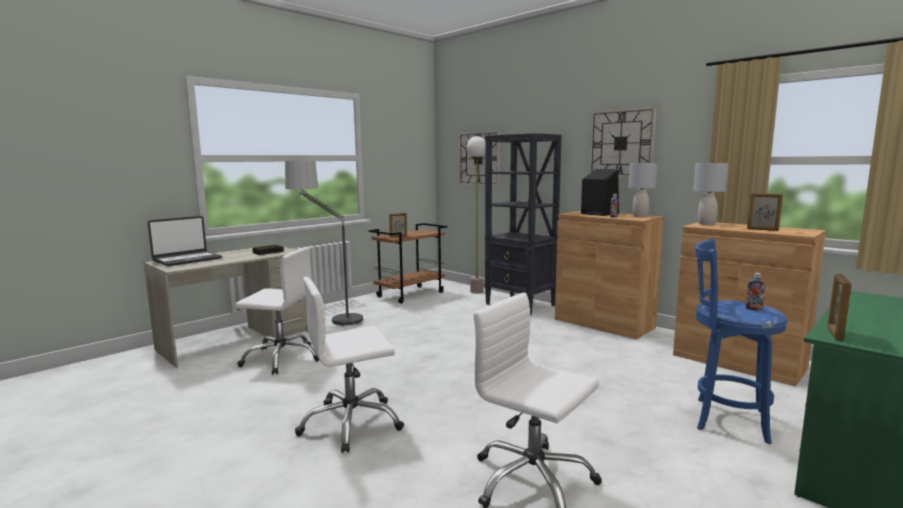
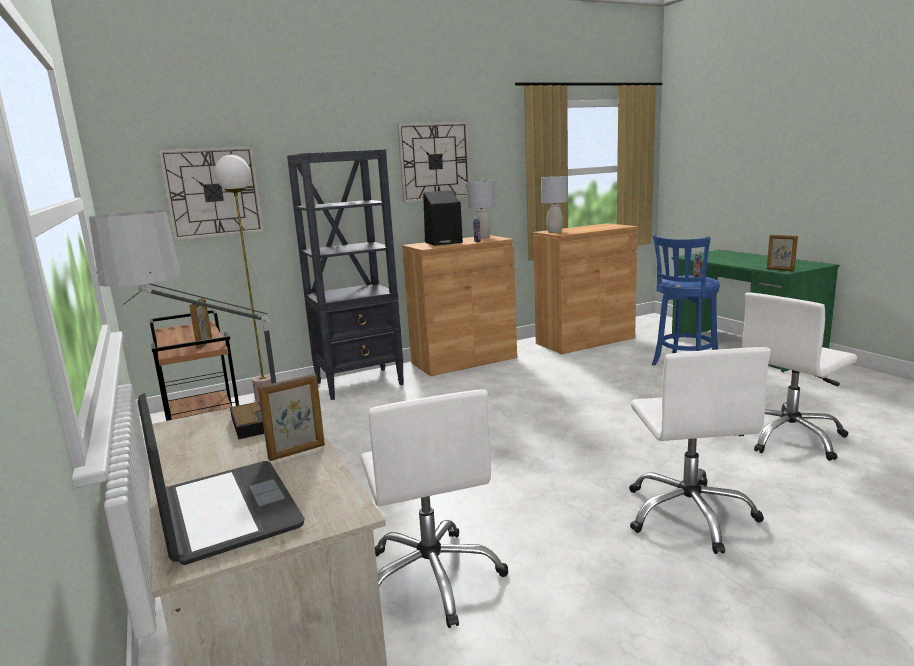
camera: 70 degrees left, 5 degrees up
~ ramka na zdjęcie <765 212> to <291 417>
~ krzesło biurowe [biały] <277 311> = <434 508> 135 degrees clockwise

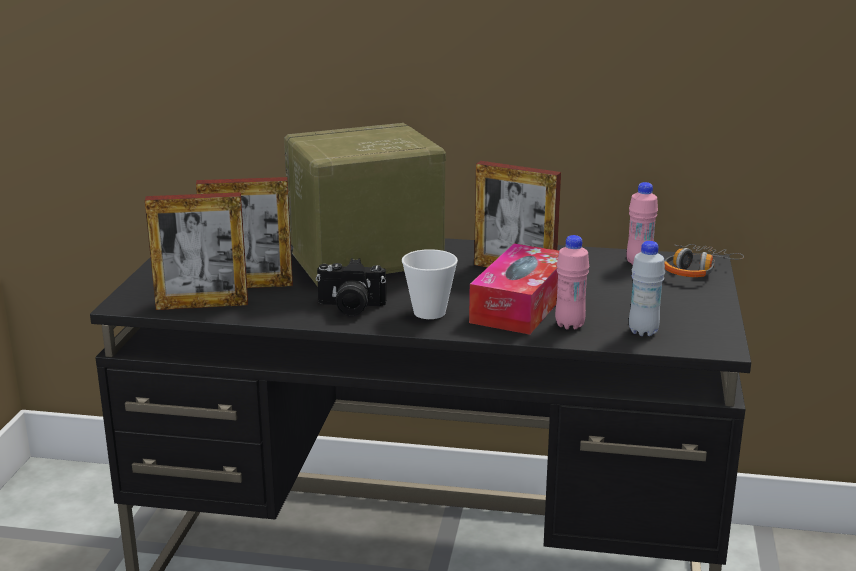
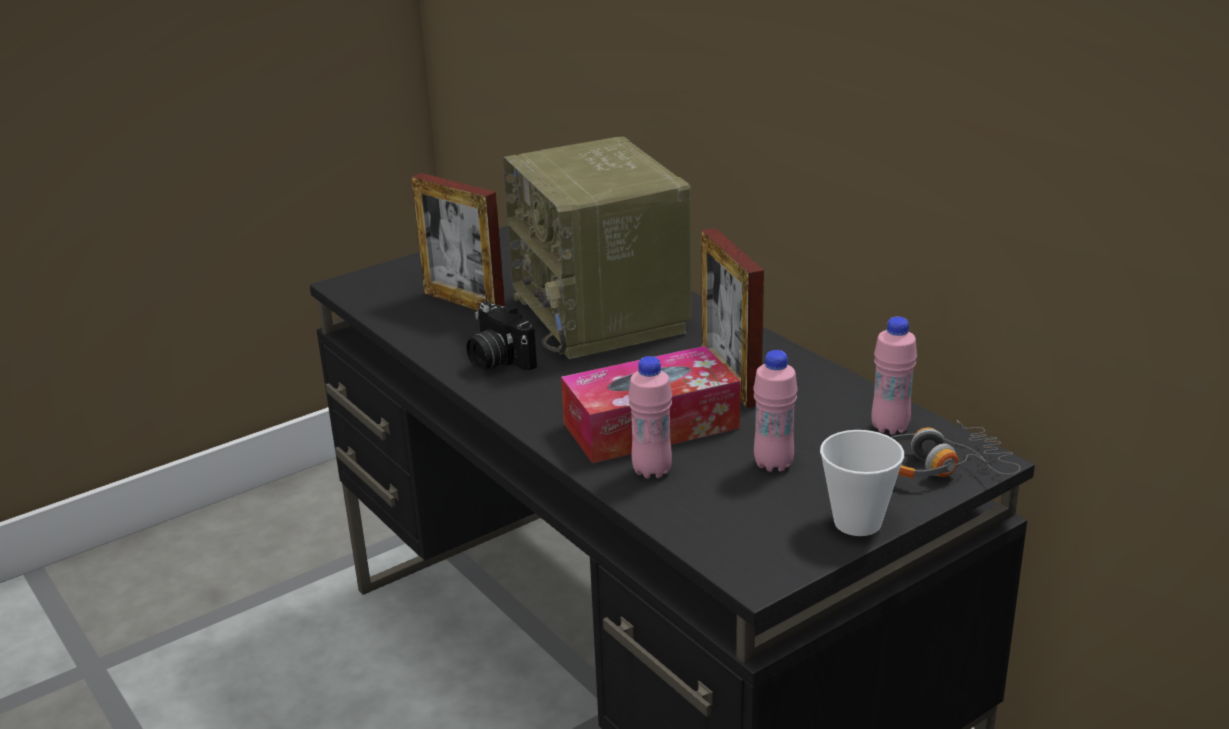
camera: 45 degrees right, 5 degrees up
~ radio <365 205> = <597 248> 135 degrees counterclockwise
- ramka na zdjęcie <196 251>
- butelka [biały] <647 288>
~ filiżanka <430 284> to <862 483>
+ butelka [różowy] <775 411>

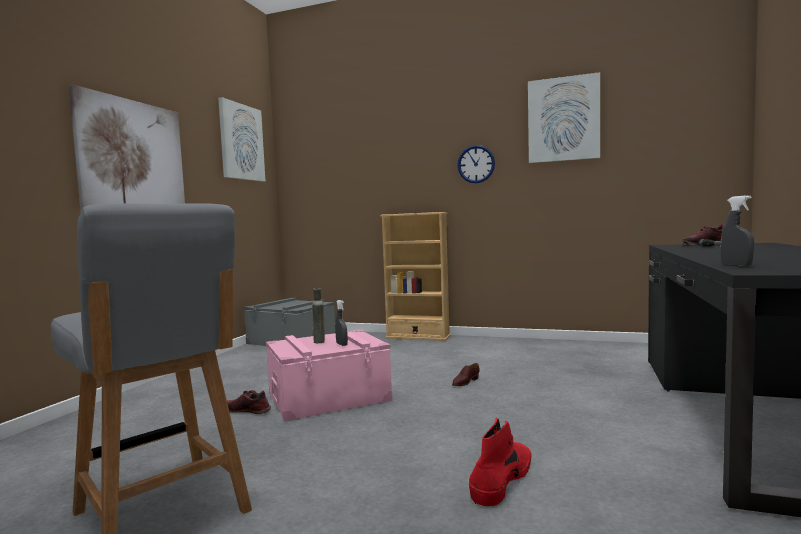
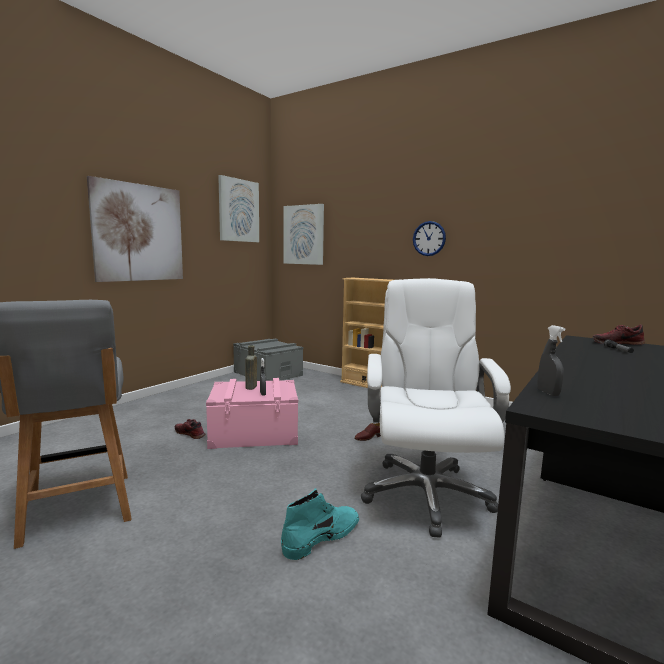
camera: 15 degrees right, 5 degrees up
~ obraz <564 117> to <303 234>
~ but z cholewką [czerwony] <500 461> to but z cholewką [turkusowy] <320 524>
+ krzesło biurowe [biały] <436 408>

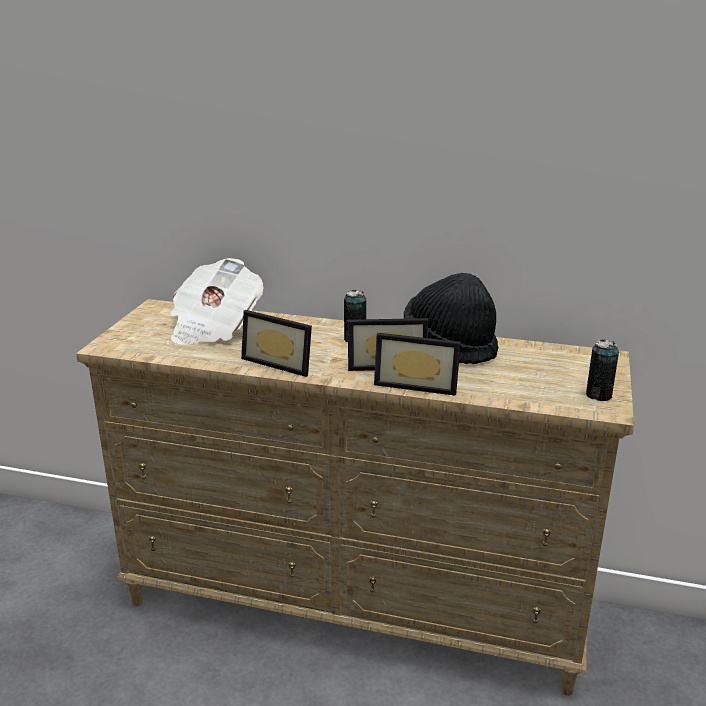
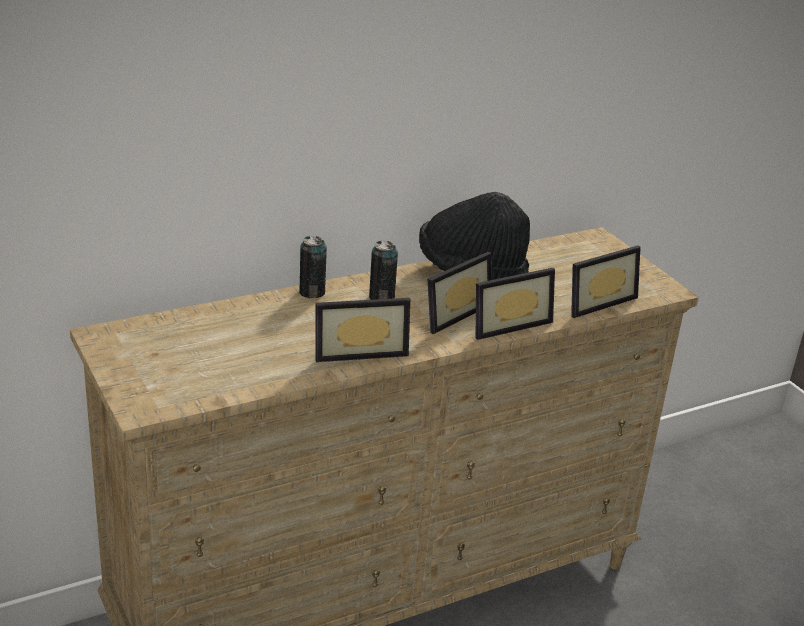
camera: 45 degrees left, 5 degrees up
- gazeta <217 301>
~ puszka <602 370> to <313 267>
+ ramka na zdjęcie <606 281>

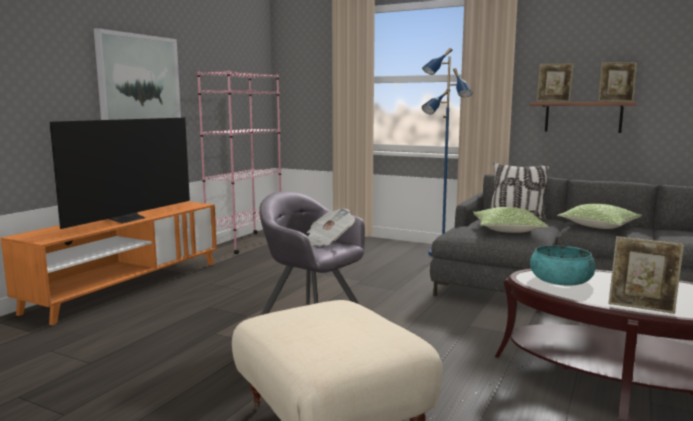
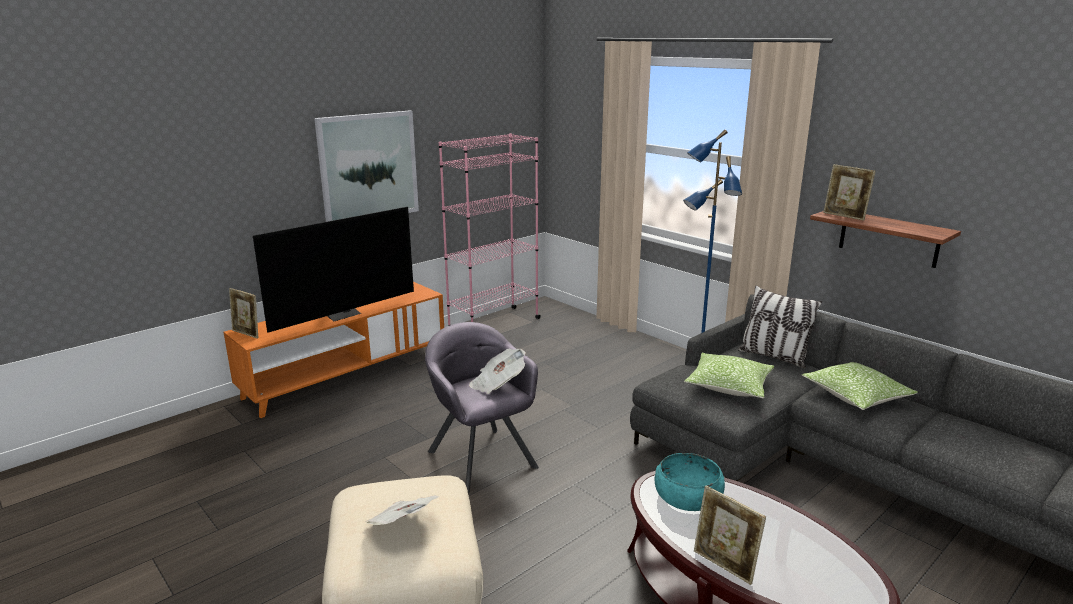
camera: 20 degrees right, 10 degrees up
~ ramka na zdjęcie <617 82> to <243 313>
+ gazeta <402 510>

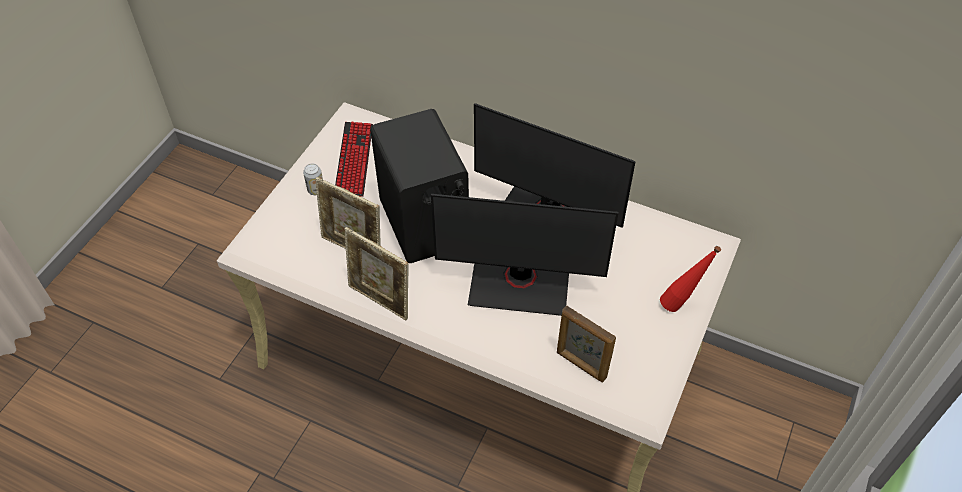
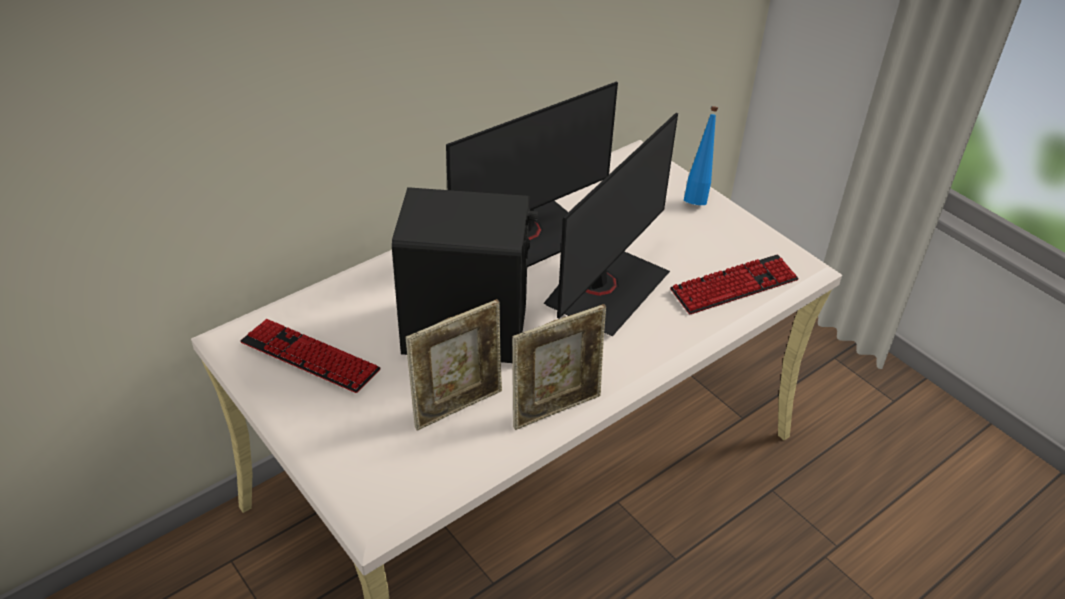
camera: 65 degrees left, 10 degrees down
- puszka <313 179>
~ butelka [czerwony] <690 279> to butelka [niebieski] <701 155>
~ ramka na zdjęcie <586 343> to klawiatura <734 284>

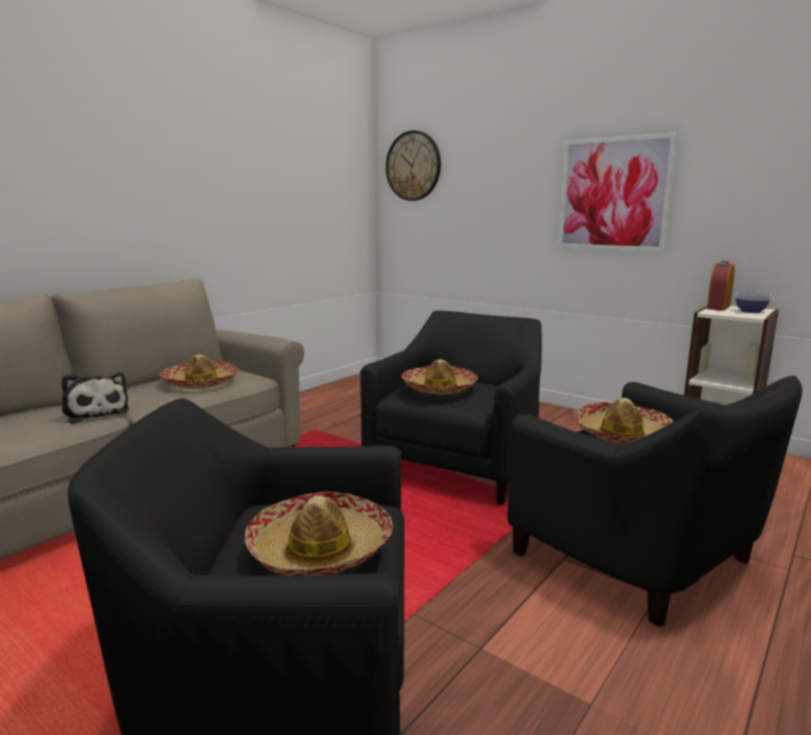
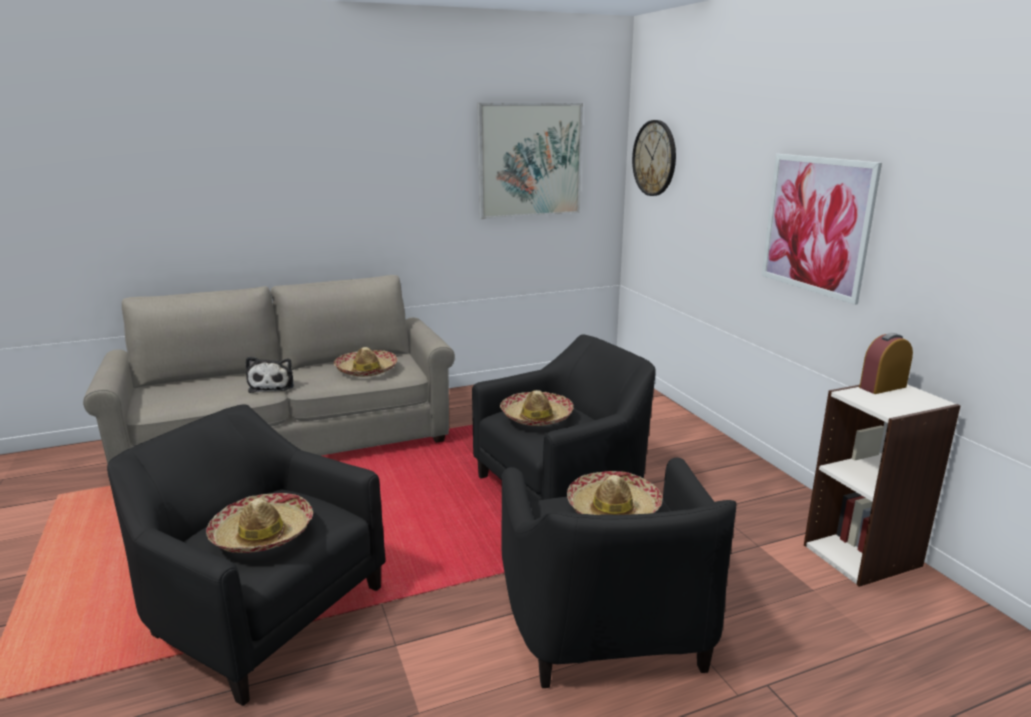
camera: 30 degrees right, 5 degrees up
- miska <753 302>
+ obraz <530 161>

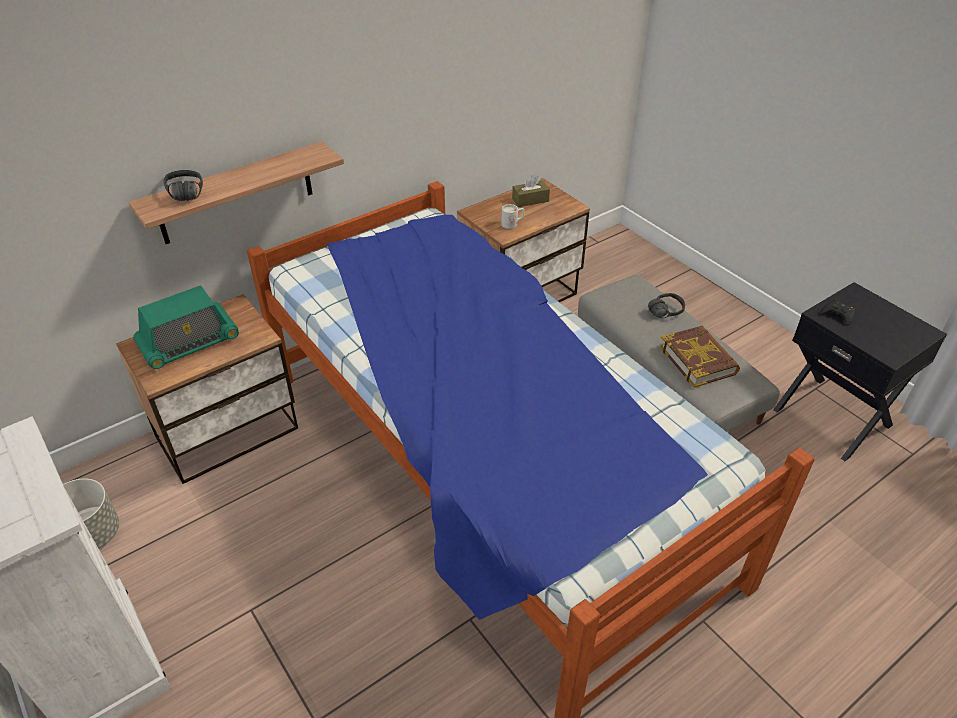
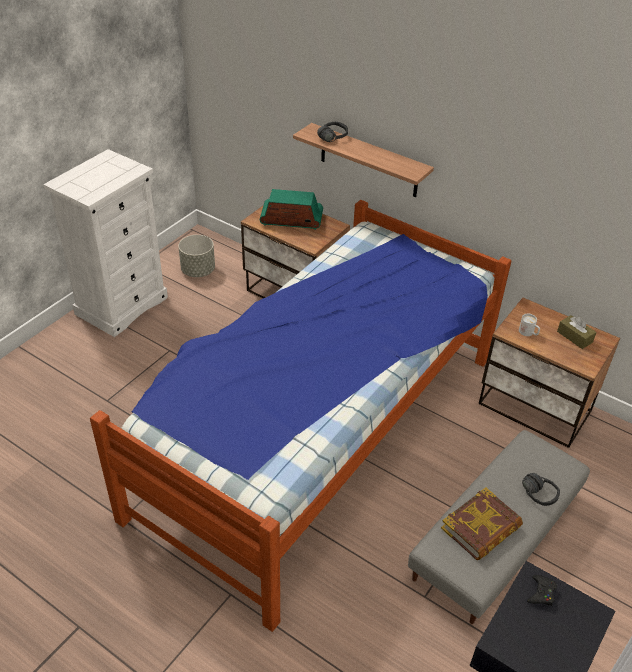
camera: 70 degrees right, 0 degrees up
~ radio <186 327> = <291 209> 150 degrees clockwise

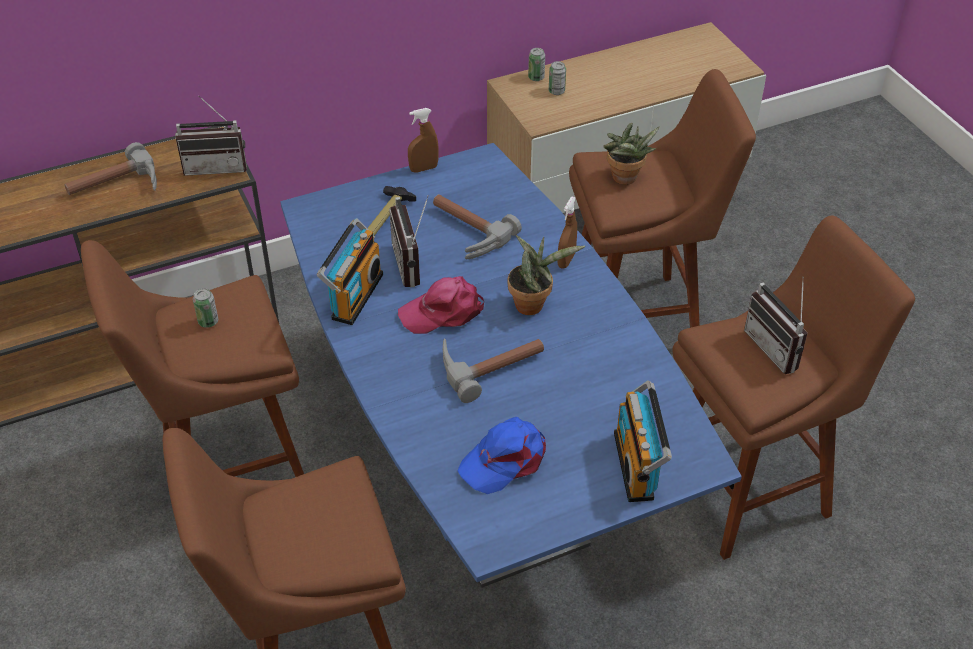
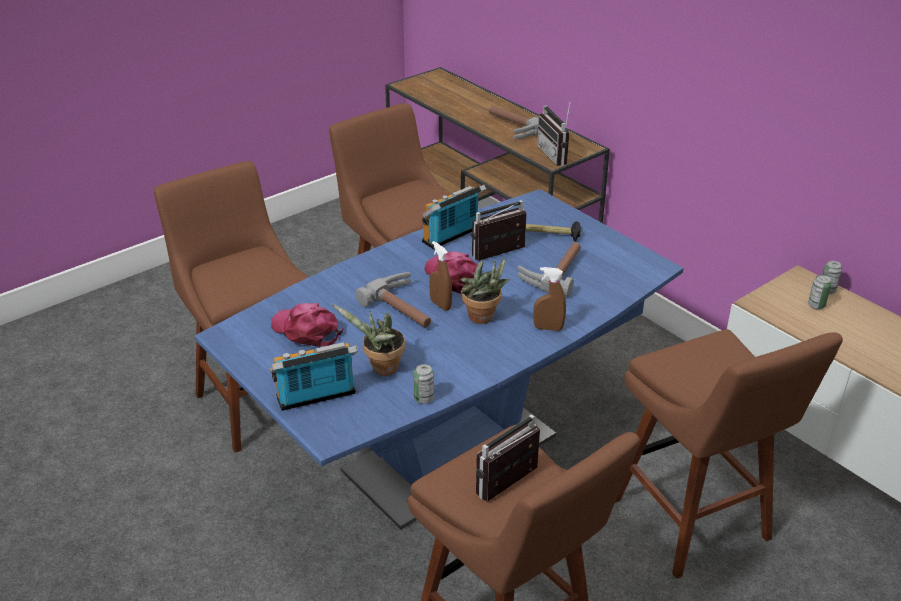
camera: 75 degrees right, 10 degrees down
~ spryskiwacz [brązowy] <423 140> to <440 276>
~ roślina doniczkowa <631 154> to <368 340>
~ radio <350 271> = <454 217> 135 degrees clockwise
~ puszka <205 308> to <423 384>
~ czapka z daszkiem [niebieski] <501 455> to czapka z daszkiem [różowy] <307 325>

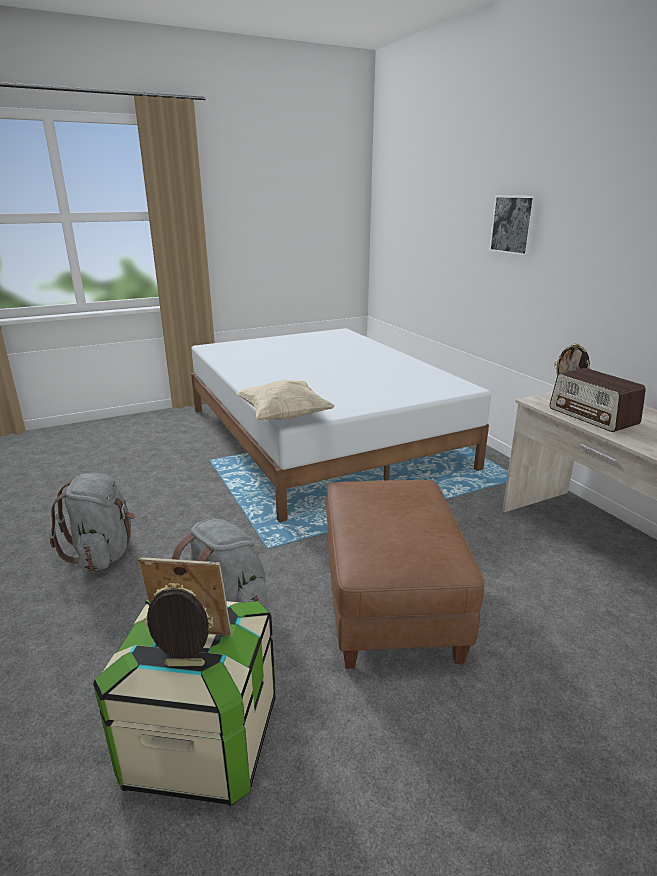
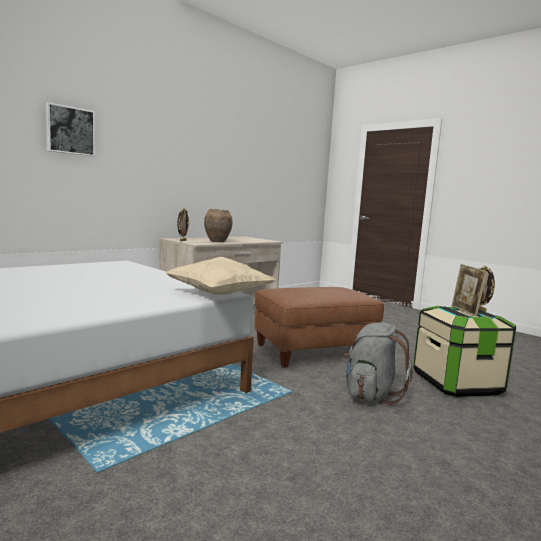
camera: 110 degrees left, 15 degrees down
~ radio <597 400> to wazon [brązowy] <218 225>
- plecak [szary] <92 522>

